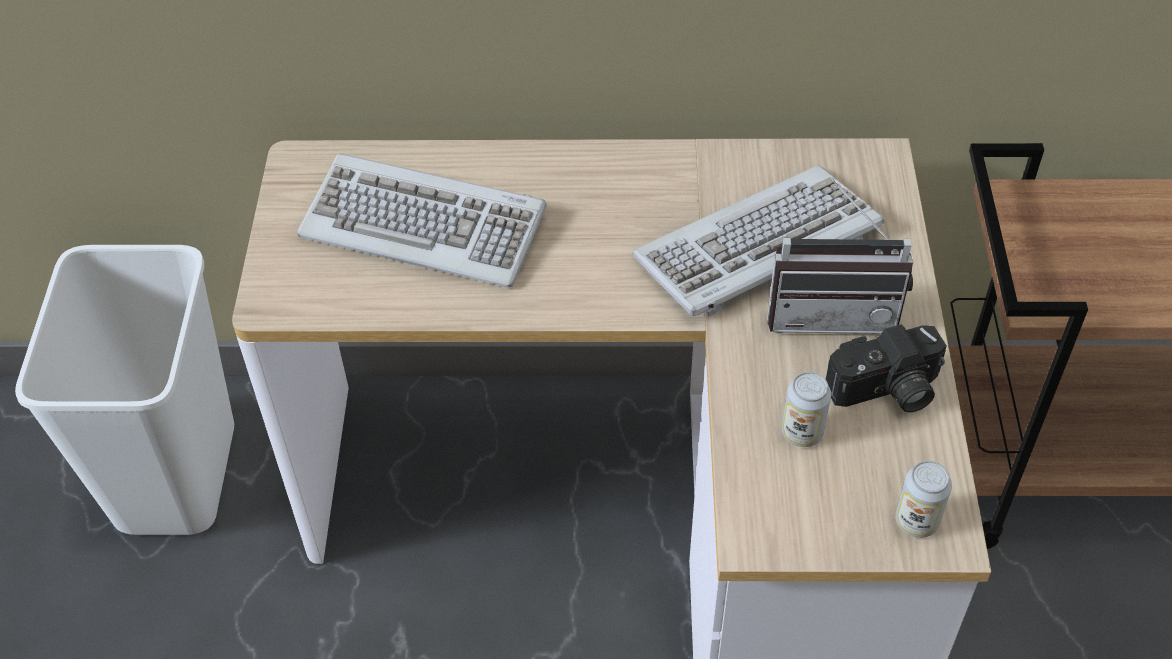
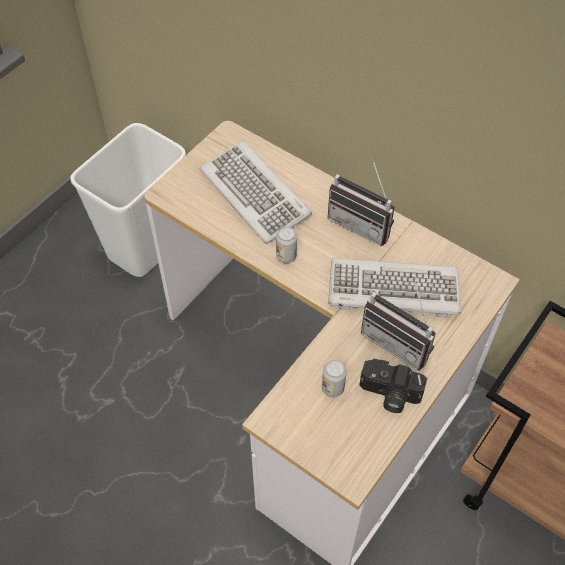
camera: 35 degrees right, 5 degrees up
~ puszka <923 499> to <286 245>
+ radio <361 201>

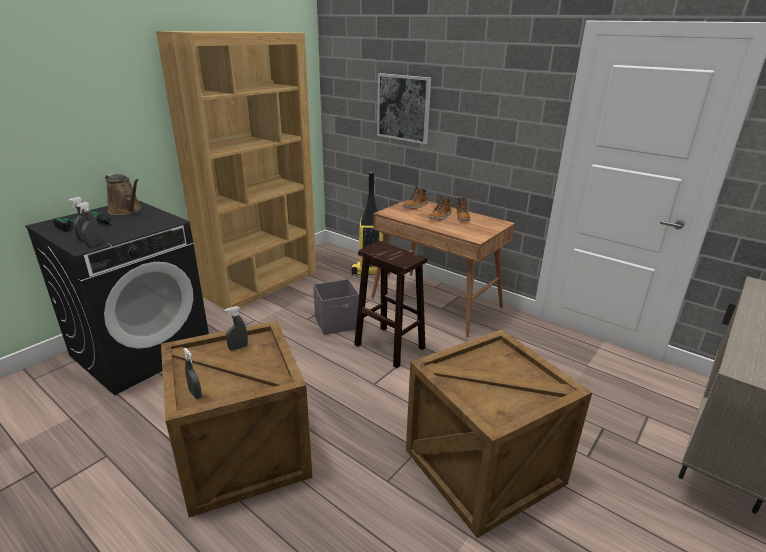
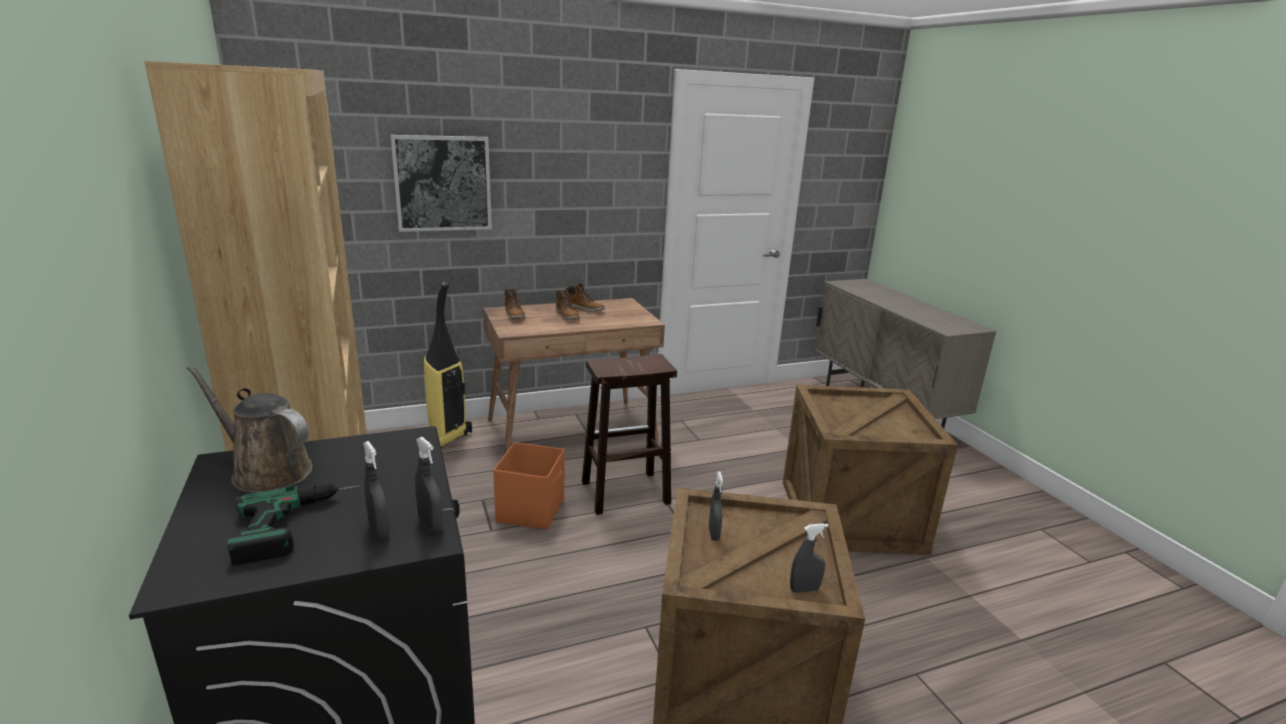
camera: 60 degrees left, 5 degrees down
~ konewka [brązowy] <123 194> = <249 429> 135 degrees counterclockwise
~ pojemnik do przechowywania [szary] <336 307> to pojemnik do przechowywania [pomarańczowy] <528 486>

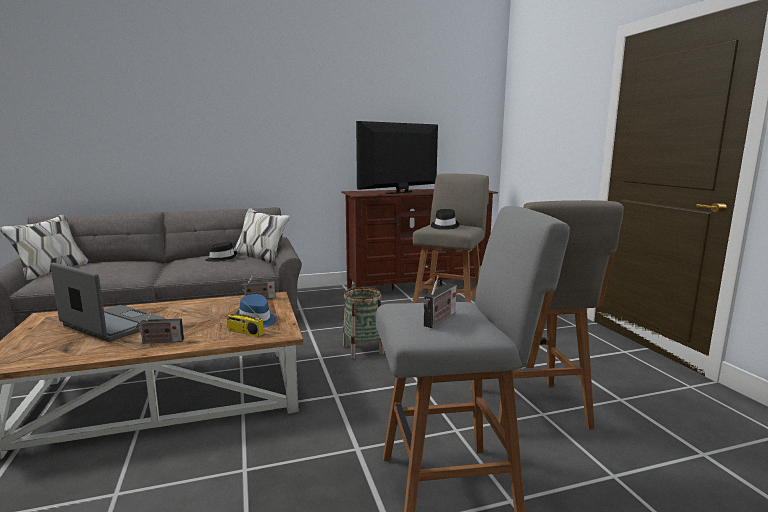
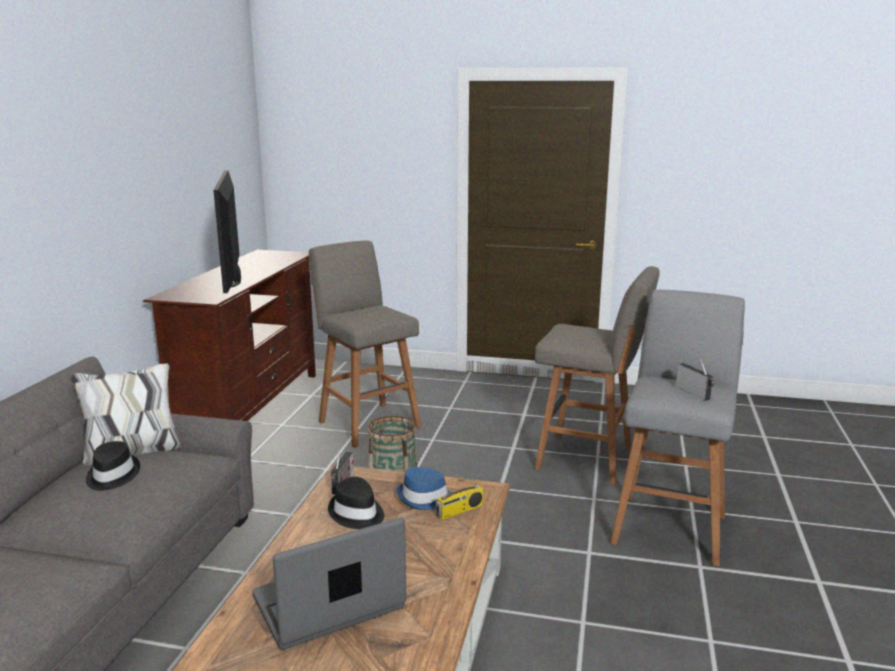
camera: 60 degrees left, 5 degrees up
~ kapelusz [czarny] <445 219> to <356 503>
- radio <160 326>

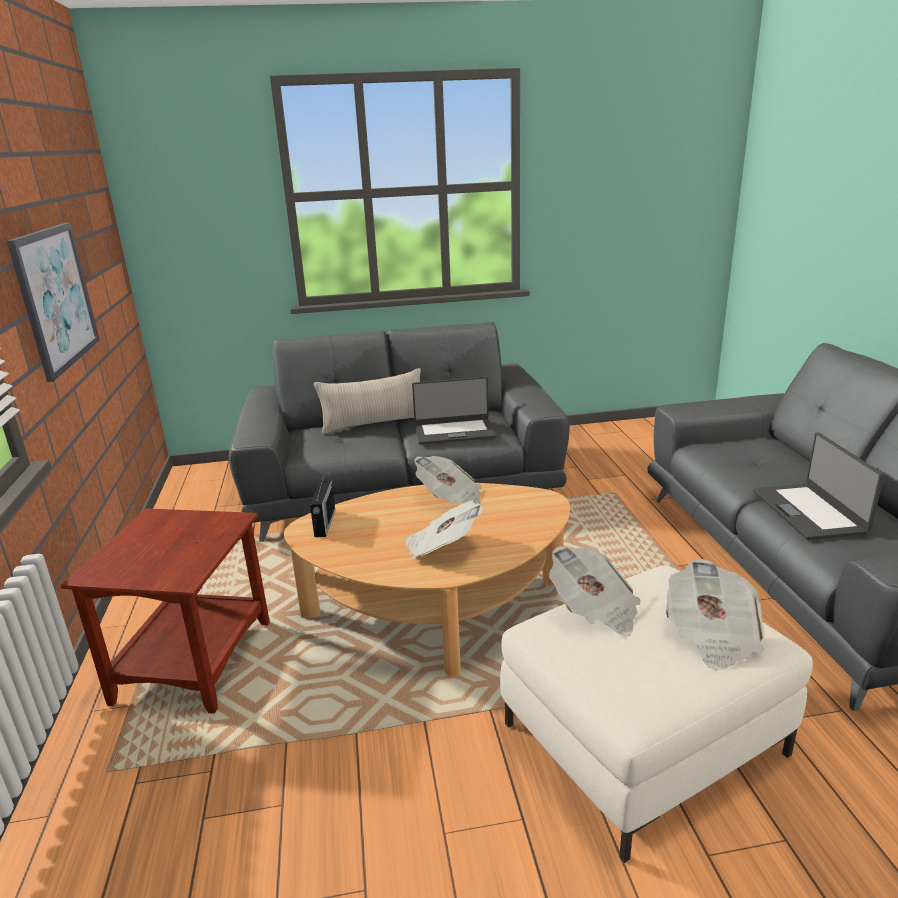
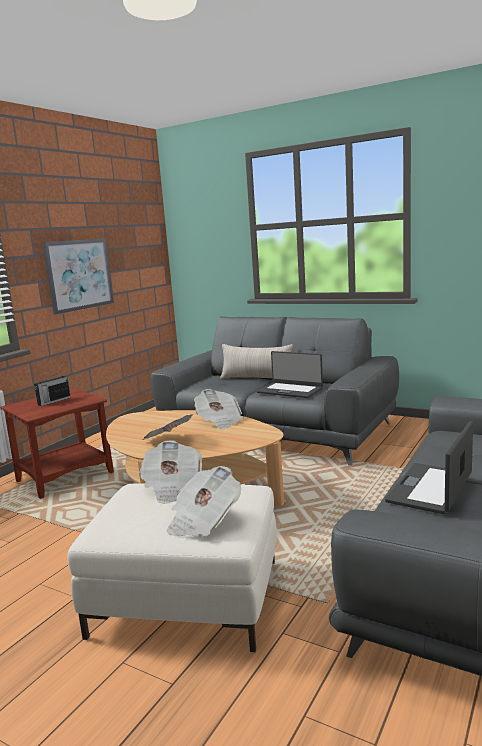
camera: 40 degrees right, 10 degrees down
~ radio <322 506> to <52 388>

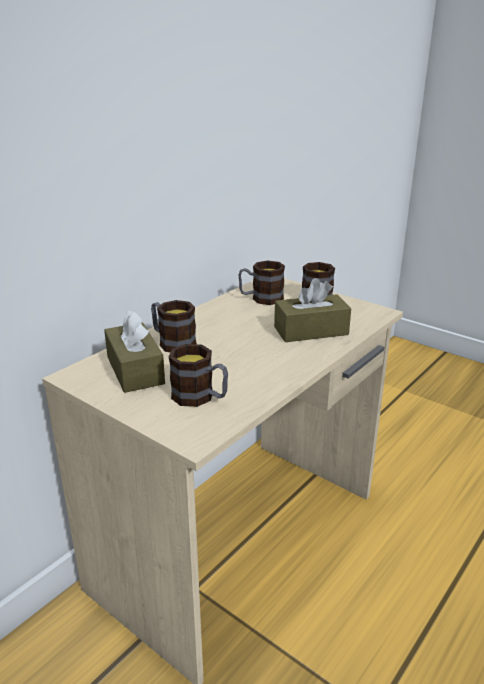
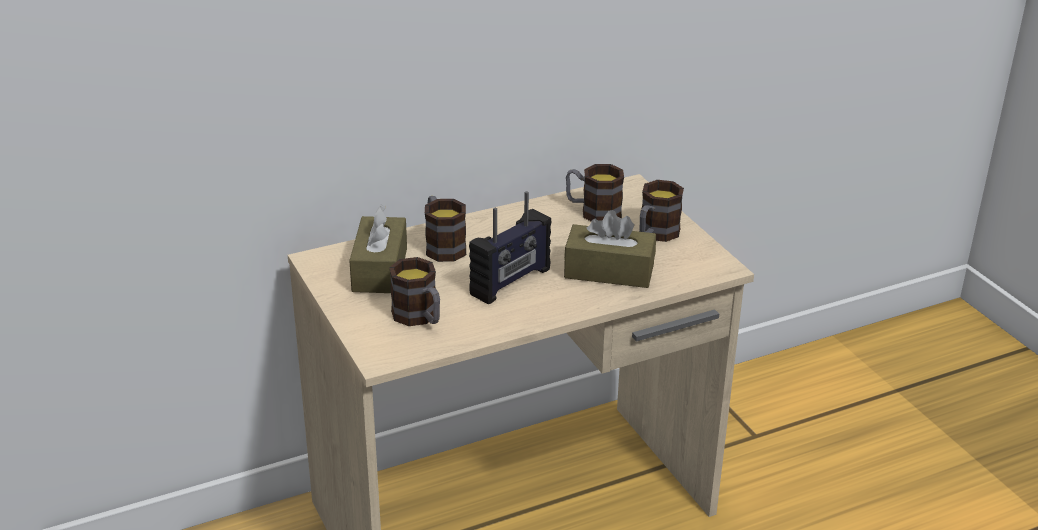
camera: 25 degrees right, 5 degrees up
+ radio <510 247>

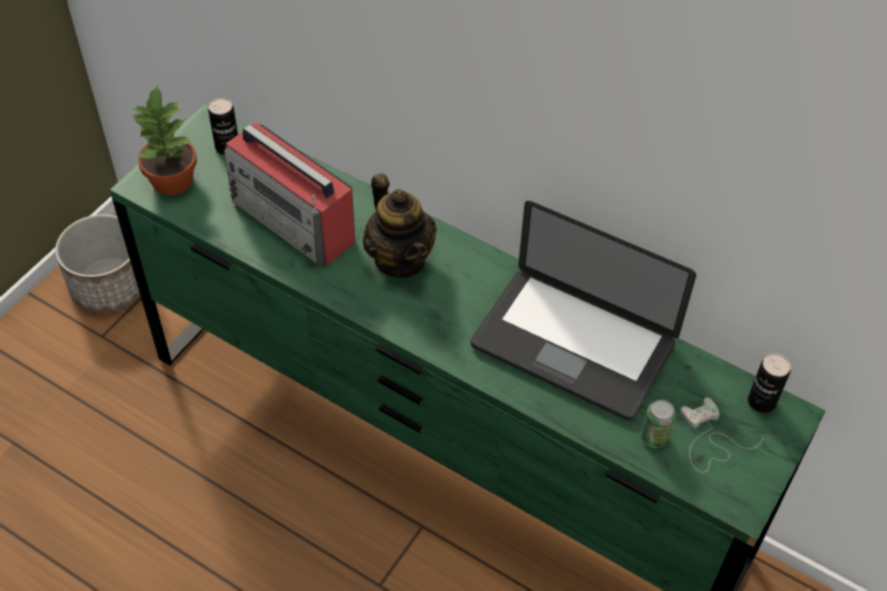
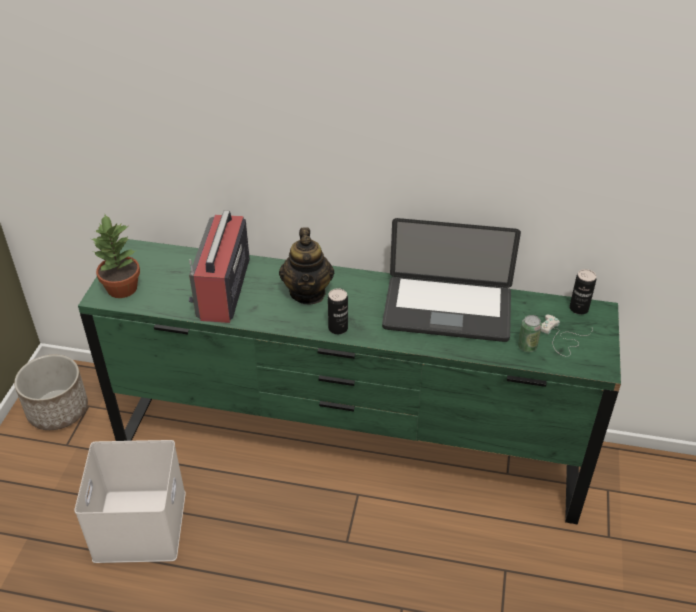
camera: 20 degrees left, 10 degrees down
~ puszka <223 126> to <338 311>
~ radio <289 193> = <219 267> 75 degrees clockwise
~ imbryk <400 225> = <306 266> 45 degrees clockwise
+ pojemnik do przechowywania [biały] <130 501>

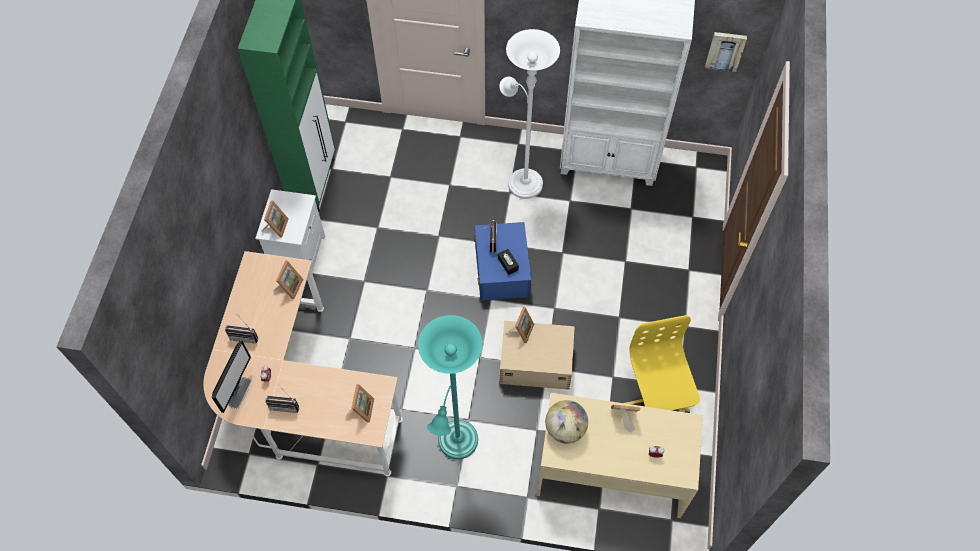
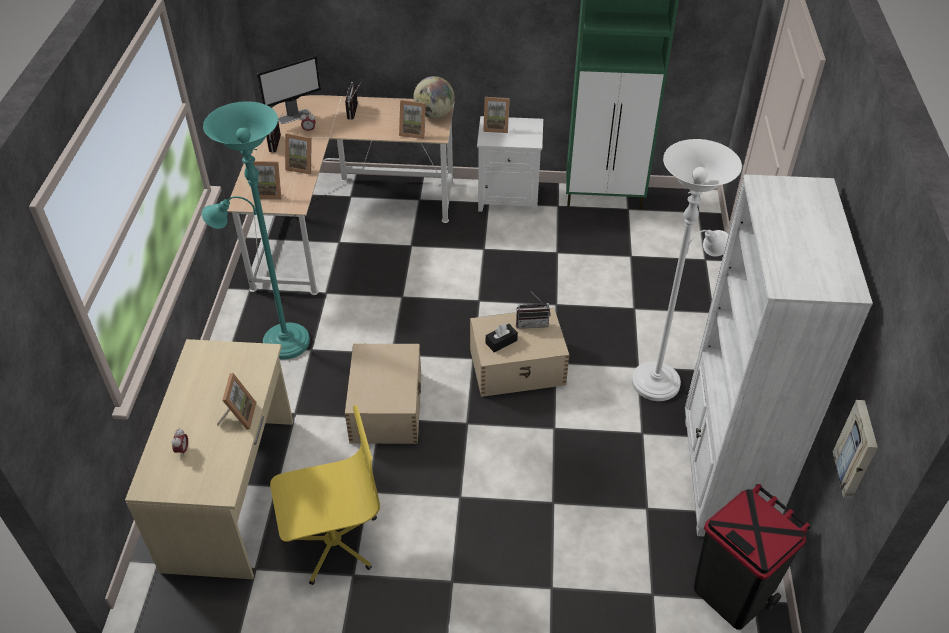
camera: 85 degrees right, 15 degrees down
~ pojemnik do przechowywania [niebieski] <502 261> to pojemnik do przechowywania [beżowy] <519 352>
~ ramka na zdjęcie <520 325> to <298 154>
~ monitor <232 376> = <289 89> 45 degrees counterclockwise
~ globus <566 422> to <434 97>
+ kosz na śmieci [czarny] <752 557>

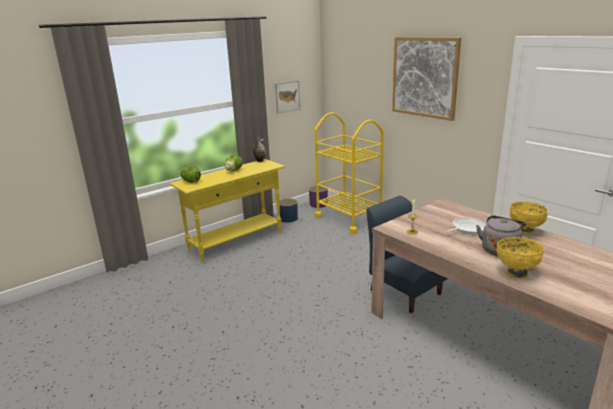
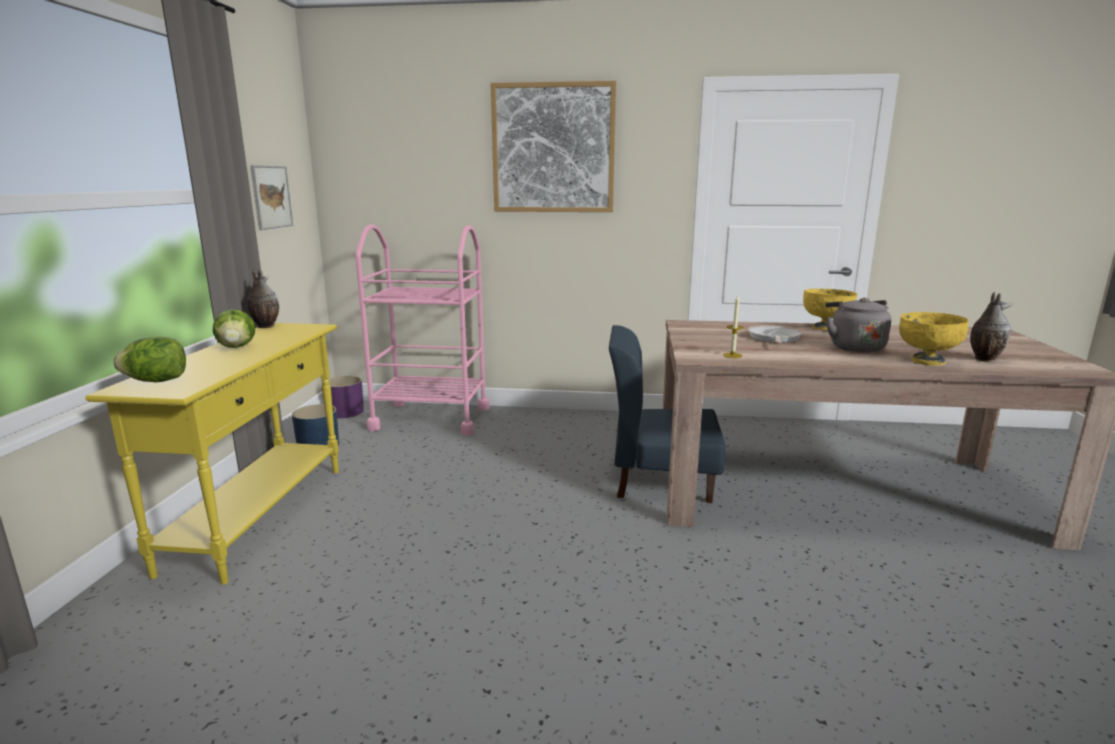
camera: 45 degrees left, 5 degrees down
~ wózek [żółty] <349 173> to wózek [różowy] <422 330>
+ wazon <991 327>

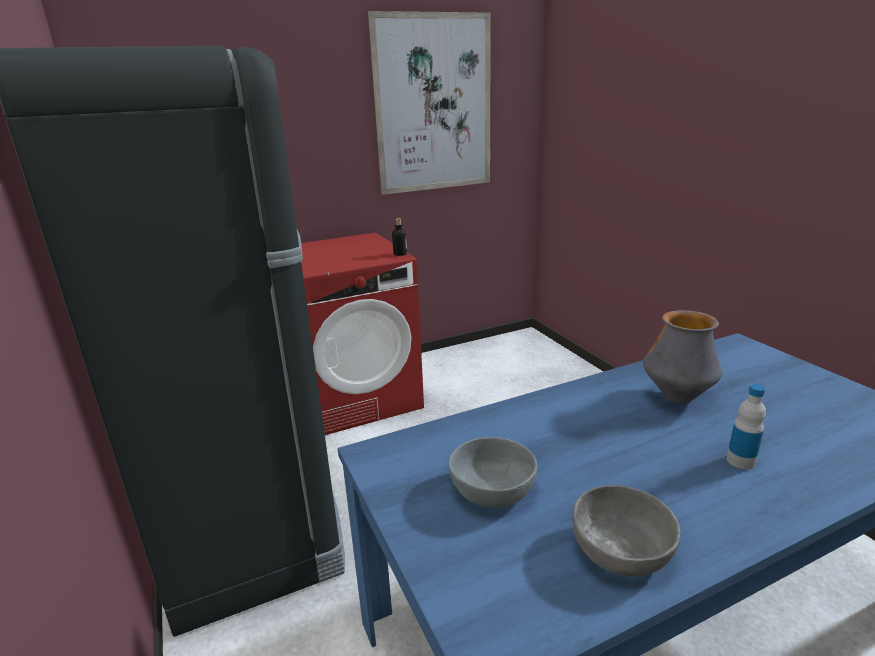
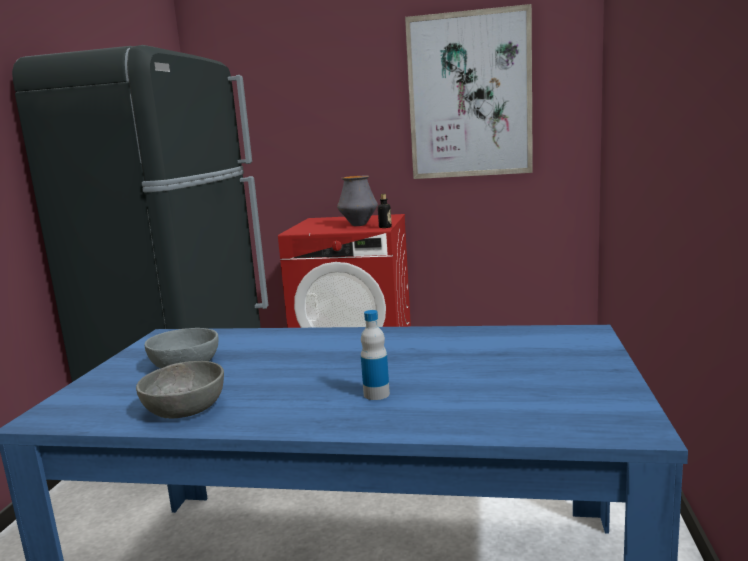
camera: 35 degrees right, 10 degrees down
~ wazon <683 357> to <357 201>

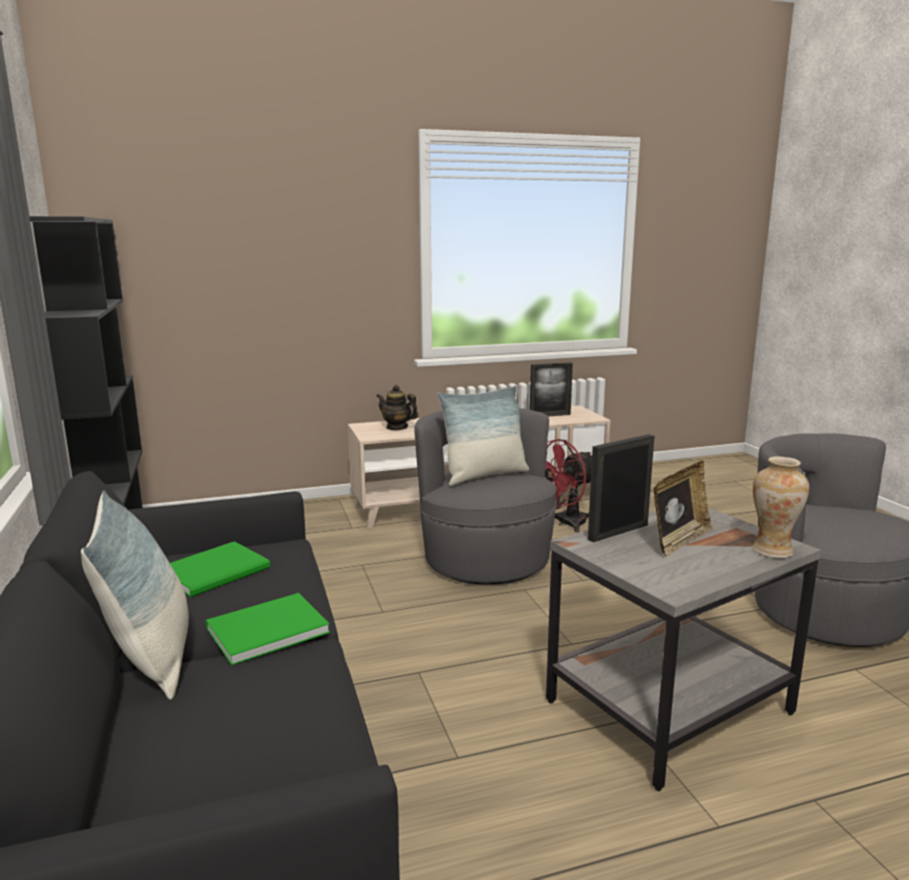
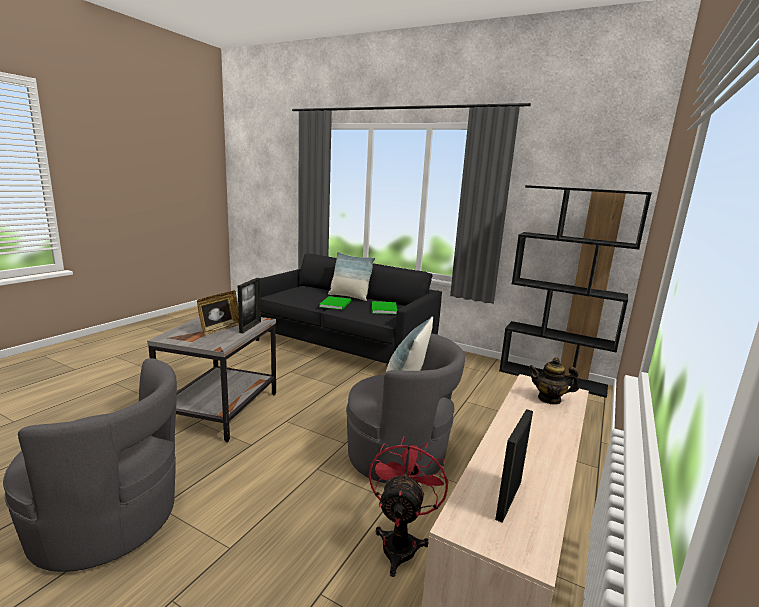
camera: 135 degrees right, 0 degrees up
~ imbryk <397 407> = <554 381> 150 degrees counterclockwise
- wazon <781 507>
~ ramka na zdjęcie <683 508> = <218 312> 150 degrees counterclockwise

